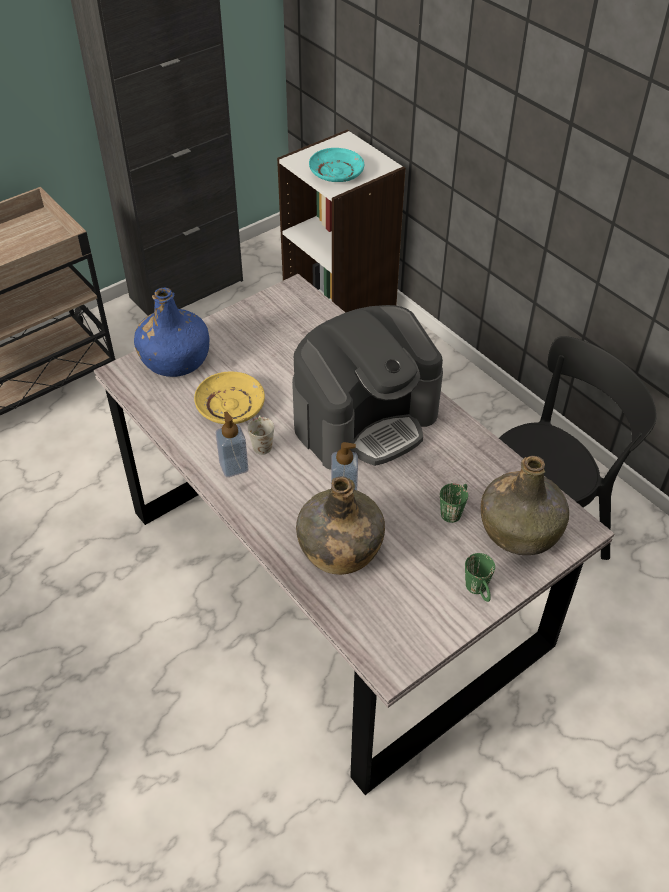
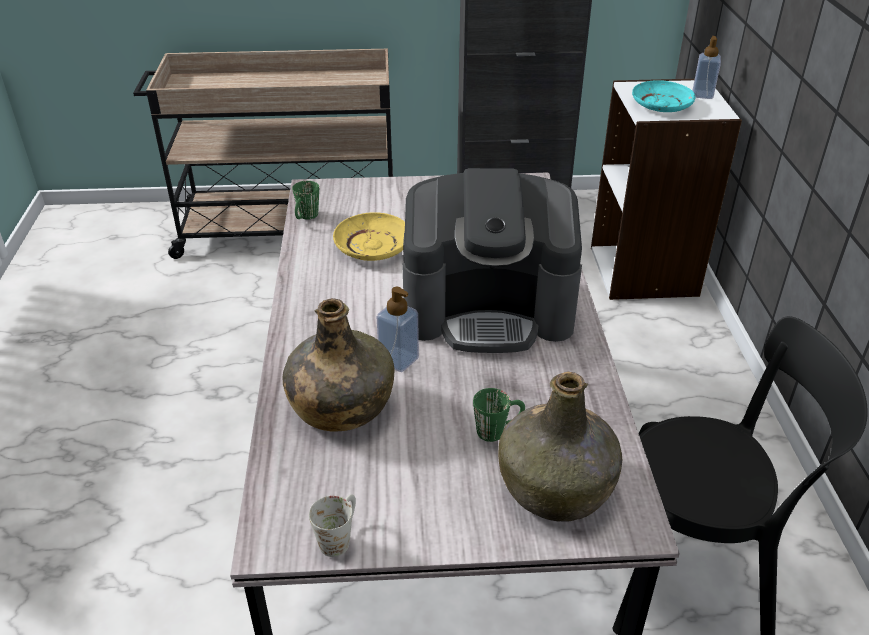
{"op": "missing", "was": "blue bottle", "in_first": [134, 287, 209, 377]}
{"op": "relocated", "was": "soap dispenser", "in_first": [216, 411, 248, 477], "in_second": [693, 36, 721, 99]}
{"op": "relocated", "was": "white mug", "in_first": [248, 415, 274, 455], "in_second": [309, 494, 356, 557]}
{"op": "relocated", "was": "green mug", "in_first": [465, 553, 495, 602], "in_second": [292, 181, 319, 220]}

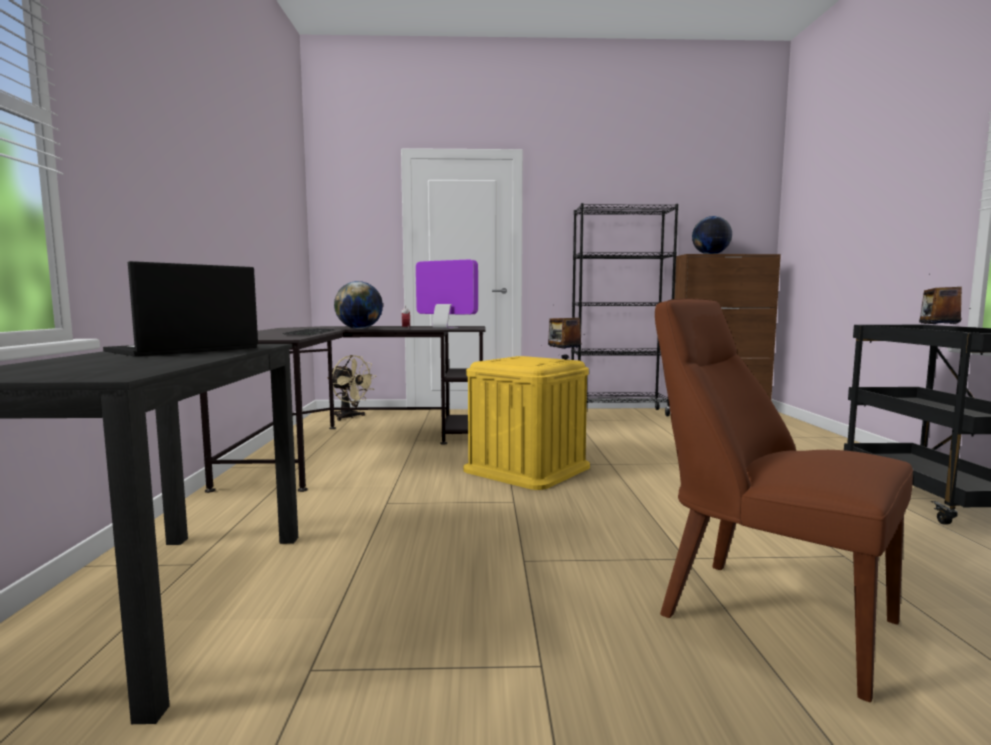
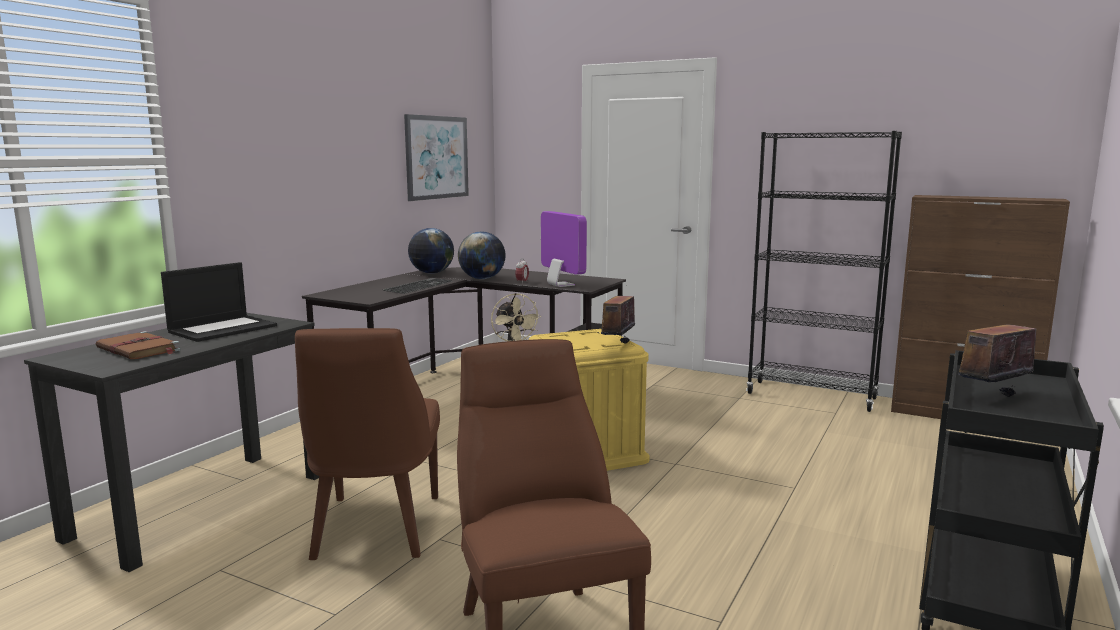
{"op": "appeared", "now": "brown book", "in_second": [96, 331, 180, 359]}
{"op": "appeared", "now": "brown chair", "in_second": [295, 328, 440, 560]}
{"op": "appeared", "now": "picture", "in_second": [404, 114, 469, 201]}
{"op": "relocated", "was": "globe", "in_first": [692, 216, 732, 254], "in_second": [408, 228, 454, 274]}
{"op": "spun", "was": "laptop", "in_first": [103, 261, 258, 357], "in_second": [161, 262, 277, 342], "clockwise": 150}

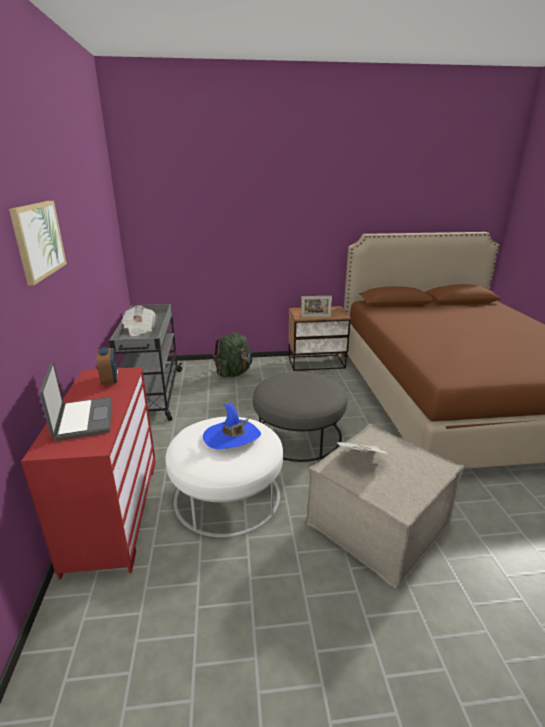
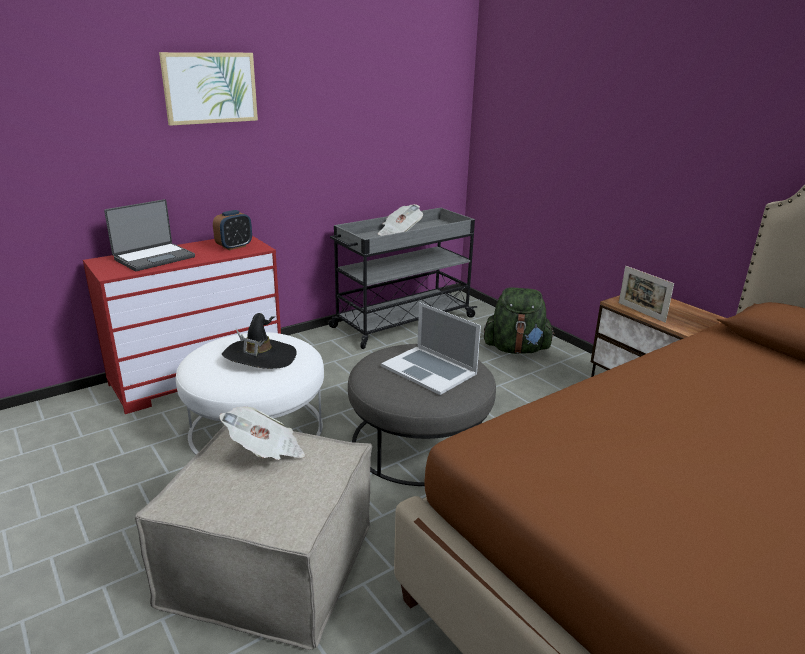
{"op": "appeared", "now": "laptop", "in_second": [381, 302, 481, 395]}
{"op": "colour", "was": "blue hat", "now": "black hat", "in_first": [203, 403, 261, 449], "in_second": [222, 313, 297, 369]}

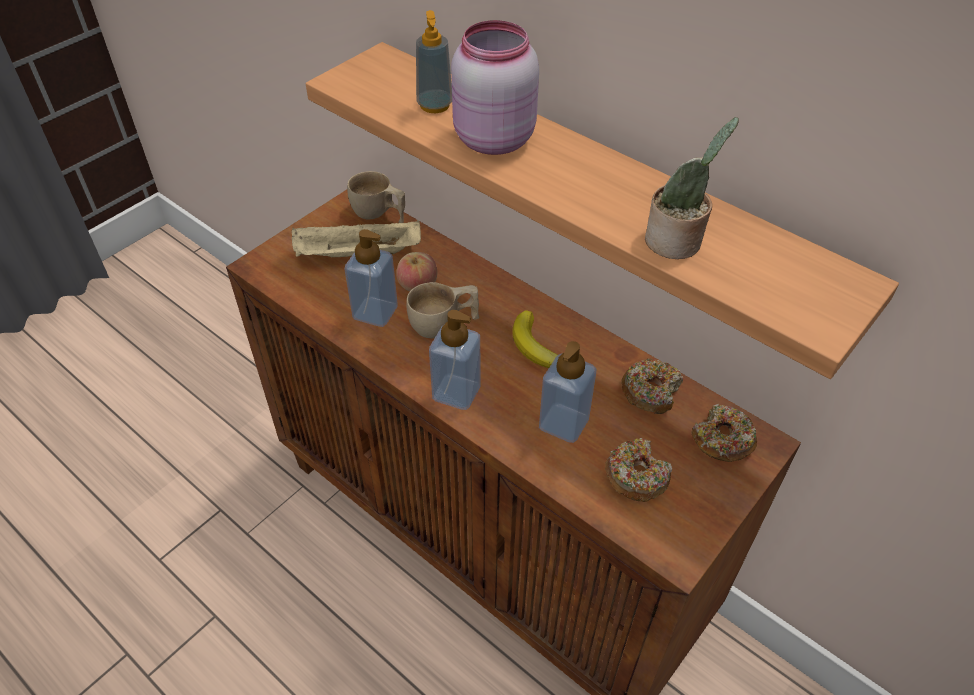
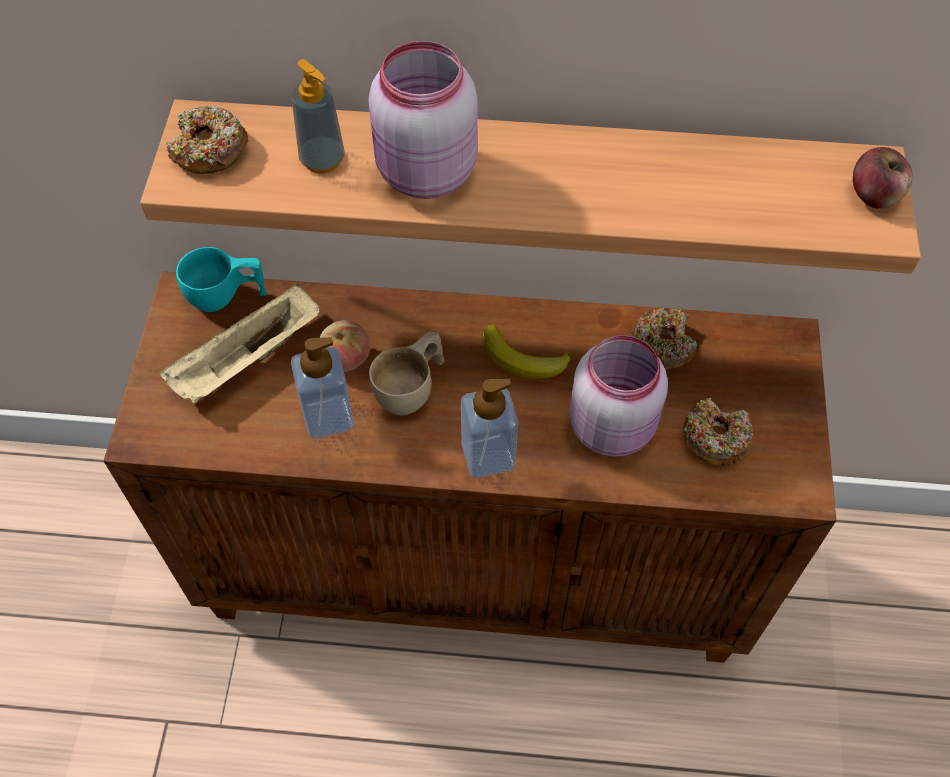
{"op": "missing", "was": "potted plant", "in_first": [645, 117, 739, 259]}
{"op": "appeared", "now": "apple", "in_second": [853, 147, 913, 209]}
{"op": "relocated", "was": "donut", "in_first": [691, 404, 757, 462], "in_second": [166, 106, 249, 174]}
{"op": "exchanged", "was": "soap dispenser", "now": "pink jar", "in_first": [539, 341, 596, 443], "in_second": [569, 335, 668, 457]}
{"op": "colour", "was": "beige cup", "now": "turquoise cup", "in_first": [347, 171, 405, 223], "in_second": [176, 247, 267, 312]}

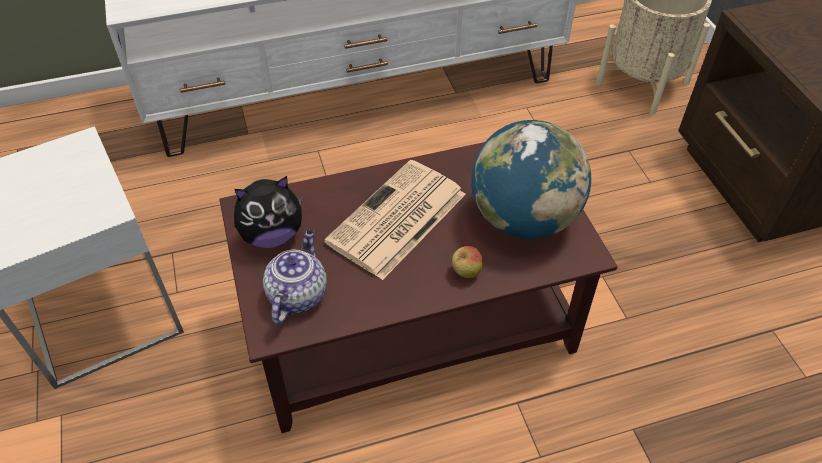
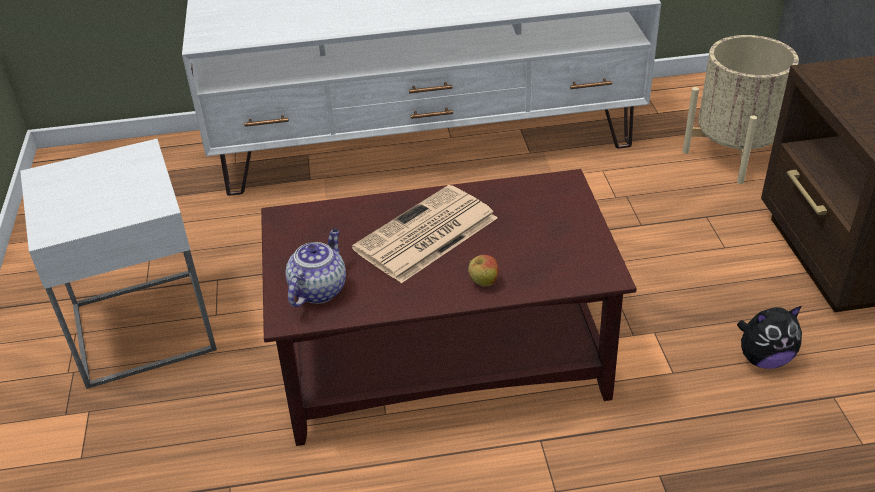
{"op": "missing", "was": "globe", "in_first": [471, 120, 591, 239]}
{"op": "relocated", "was": "plush toy", "in_first": [234, 176, 302, 248], "in_second": [737, 306, 802, 369]}

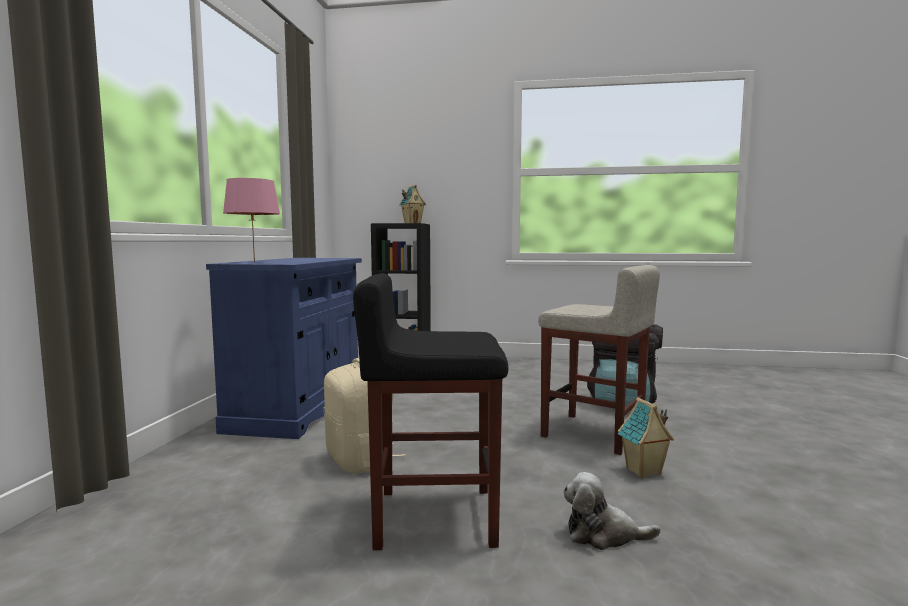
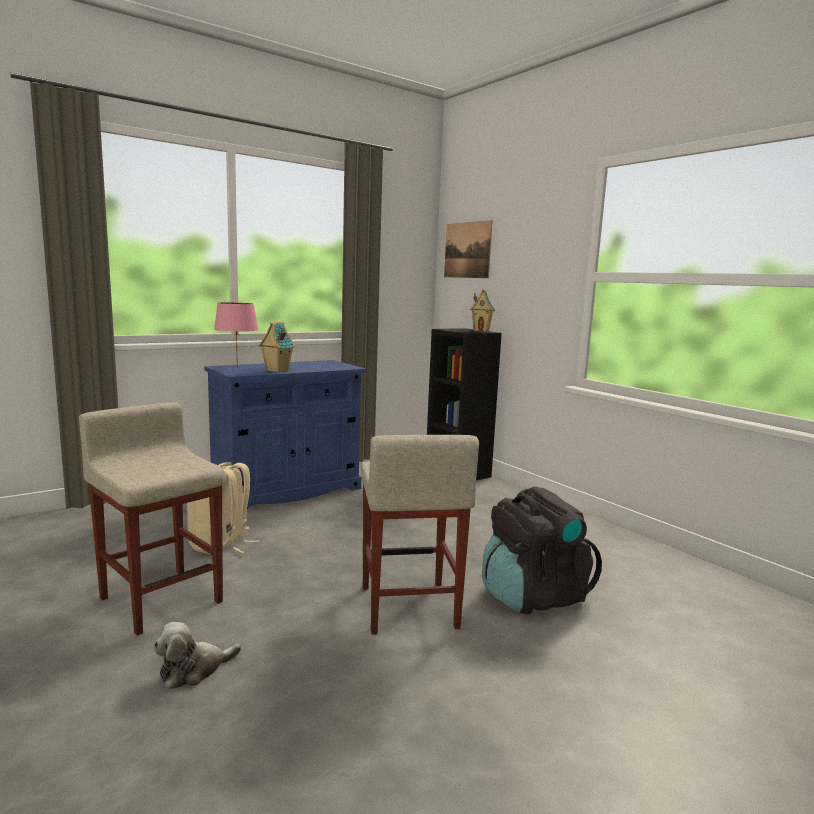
{"op": "appeared", "now": "picture", "in_second": [444, 220, 493, 278]}
{"op": "relocated", "was": "toy house", "in_first": [618, 397, 674, 478], "in_second": [259, 322, 295, 372]}
{"op": "colour", "was": "black stool", "now": "beige stool", "in_first": [353, 273, 508, 550], "in_second": [79, 402, 225, 636]}
{"op": "spun", "was": "plush toy", "in_first": [563, 472, 661, 550], "in_second": [153, 622, 241, 689], "clockwise": -90}

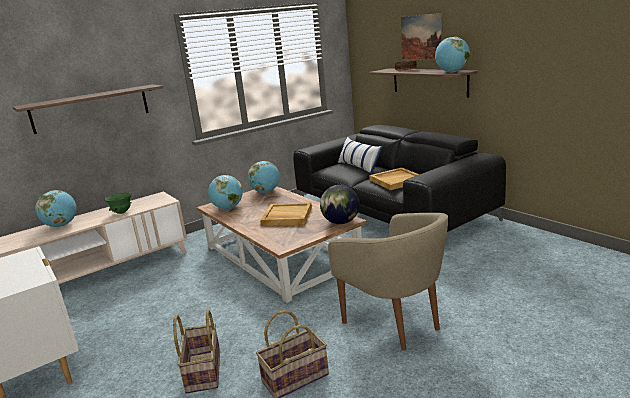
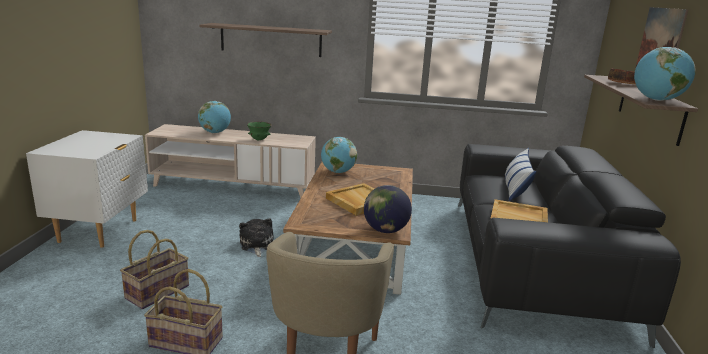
{"op": "missing", "was": "globe", "in_first": [248, 161, 280, 193]}
{"op": "appeared", "now": "plush toy", "in_second": [239, 218, 274, 257]}

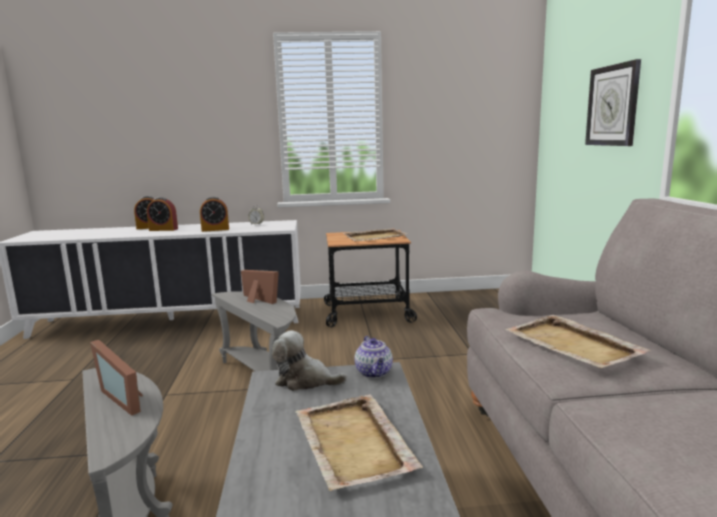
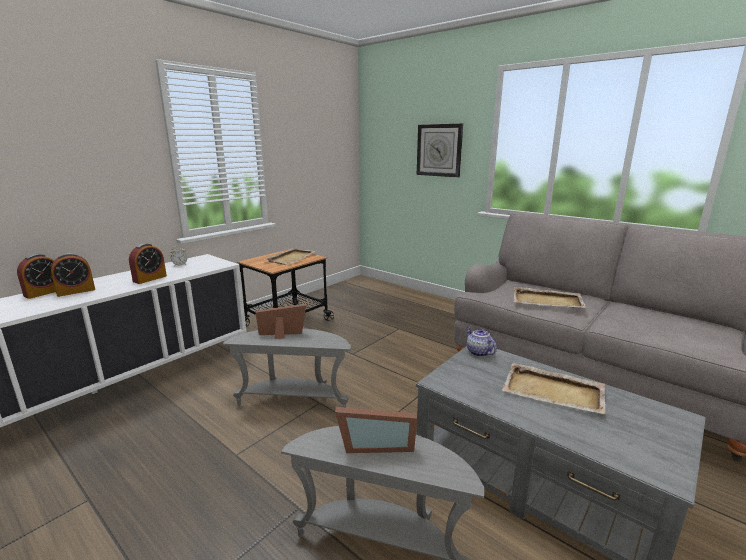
{"op": "missing", "was": "plush toy", "in_first": [272, 331, 347, 391]}
{"op": "spun", "was": "teapot", "in_first": [355, 336, 393, 378], "in_second": [466, 327, 497, 357], "clockwise": -150}

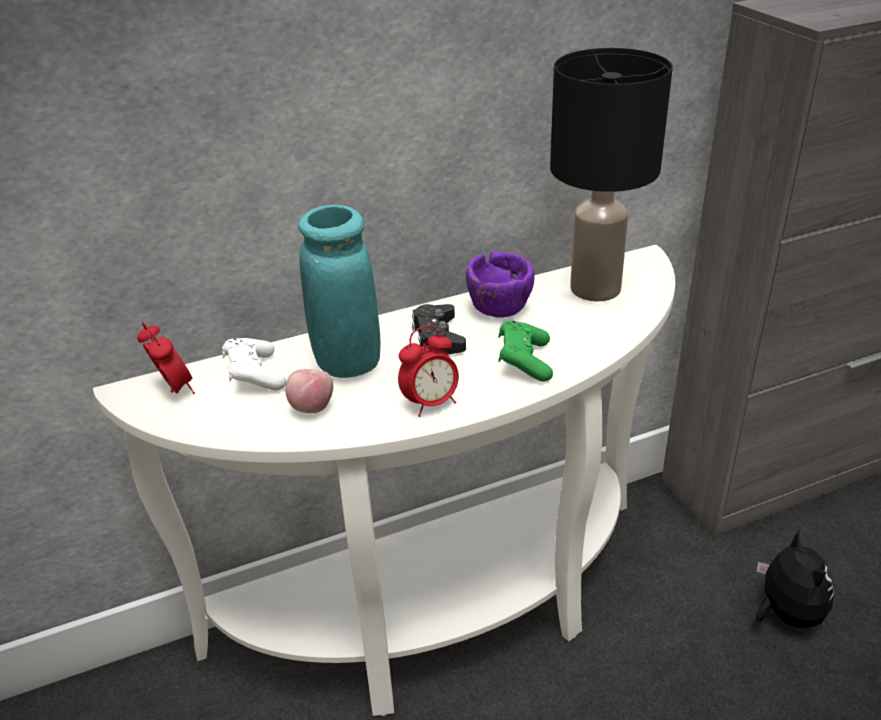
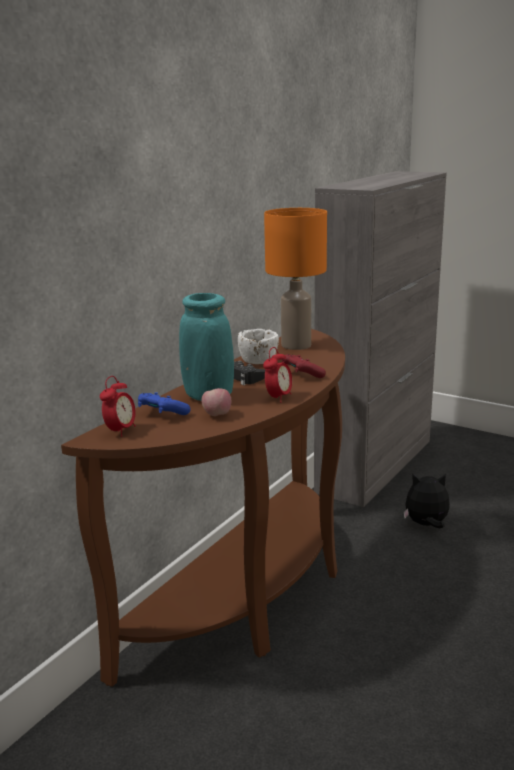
{"op": "colour", "was": "white console table", "now": "brown console table", "in_first": [93, 245, 675, 716], "in_second": [61, 329, 345, 687]}
{"op": "colour", "was": "white game controller", "now": "blue game controller", "in_first": [222, 338, 286, 391], "in_second": [138, 392, 190, 415]}
{"op": "colour", "was": "purple bowl", "now": "white bowl", "in_first": [466, 252, 535, 318], "in_second": [238, 329, 279, 364]}
{"op": "colour", "was": "green game controller", "now": "red game controller", "in_first": [498, 321, 553, 382], "in_second": [282, 354, 326, 378]}
{"op": "colour", "was": "black table lamp", "now": "orange table lamp", "in_first": [550, 48, 673, 301], "in_second": [264, 208, 327, 350]}
{"op": "spun", "was": "alarm clock", "in_first": [137, 322, 195, 394], "in_second": [100, 376, 136, 437], "clockwise": 90}
{"op": "spun", "was": "plush toy", "in_first": [755, 531, 834, 628], "in_second": [403, 474, 450, 529], "clockwise": -45}

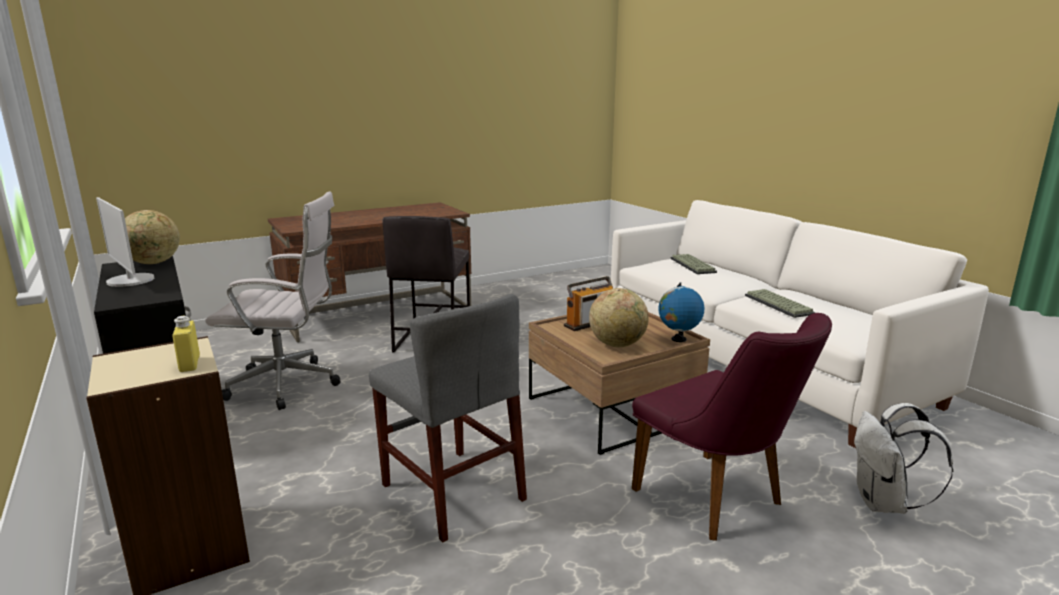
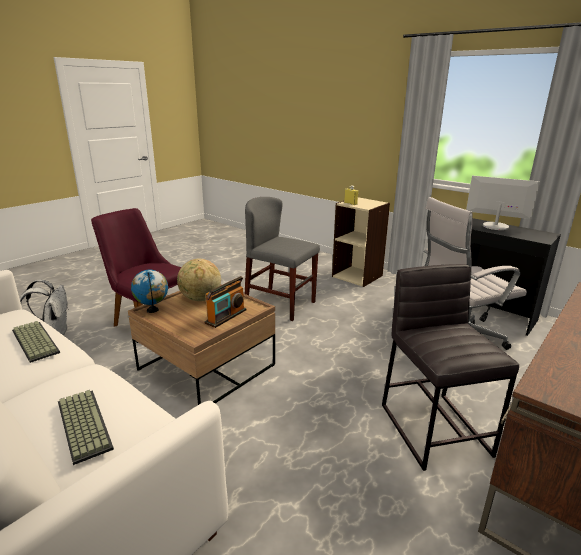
{"op": "missing", "was": "globe", "in_first": [125, 210, 180, 264]}

